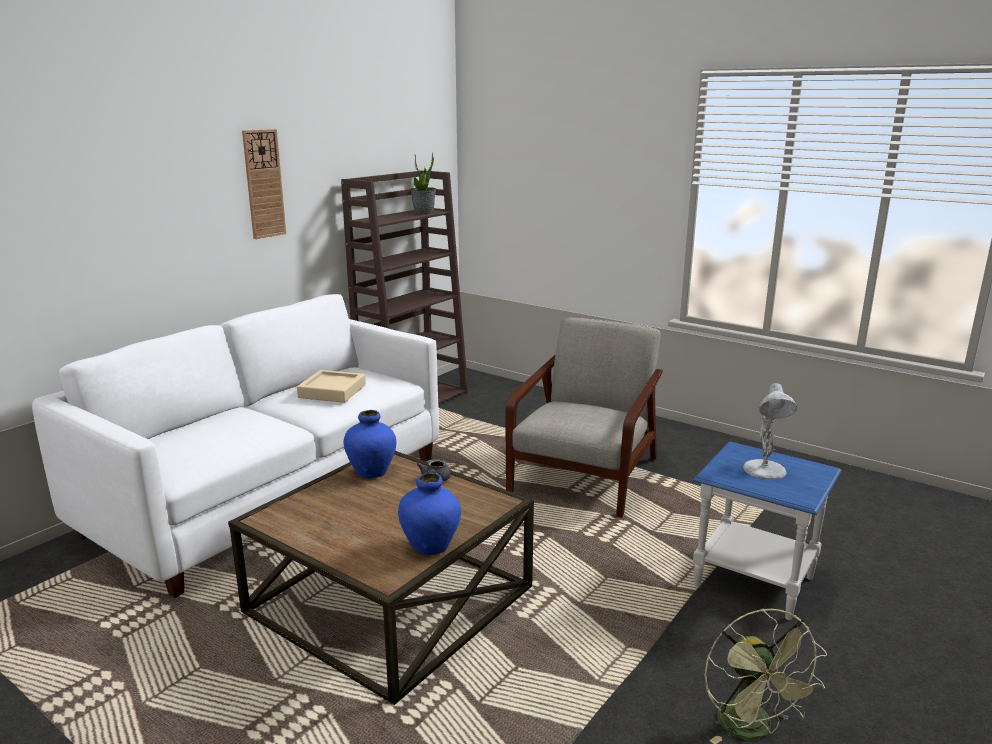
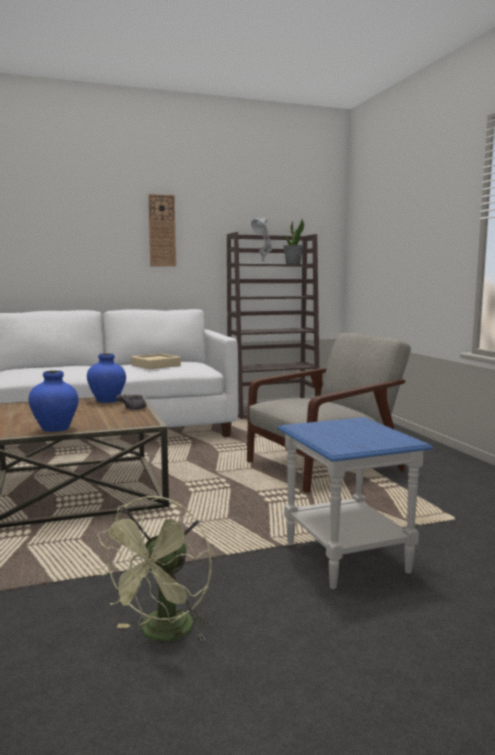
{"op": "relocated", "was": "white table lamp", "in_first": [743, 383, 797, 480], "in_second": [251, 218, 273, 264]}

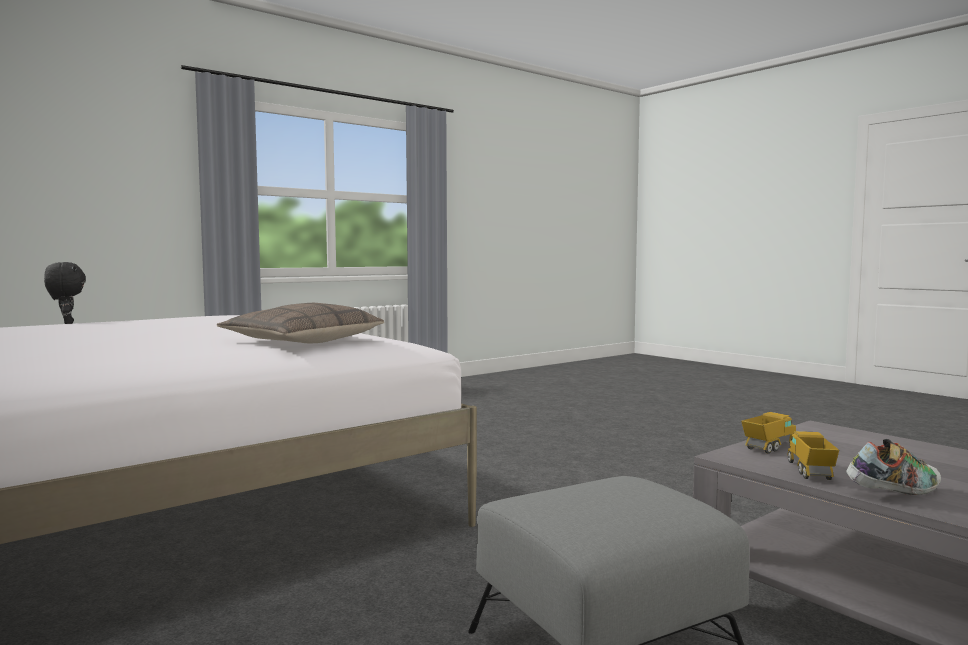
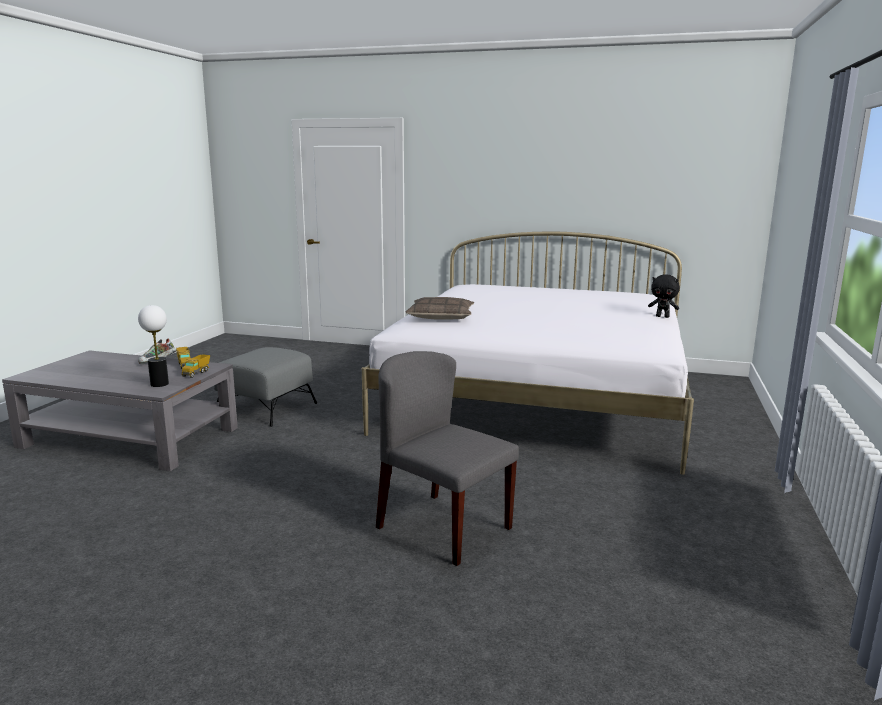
{"op": "appeared", "now": "table lamp", "in_second": [138, 305, 169, 387]}
{"op": "appeared", "now": "grey chair", "in_second": [376, 351, 519, 566]}

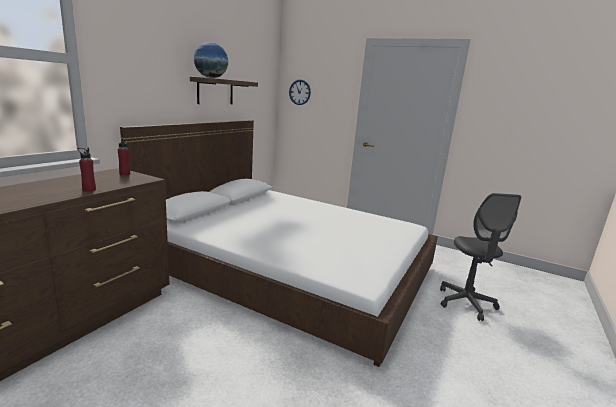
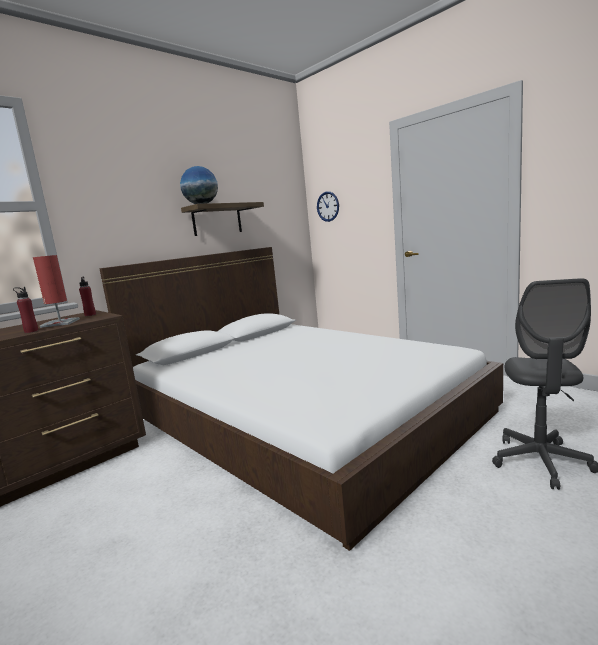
{"op": "appeared", "now": "red table lamp", "in_second": [33, 255, 80, 328]}

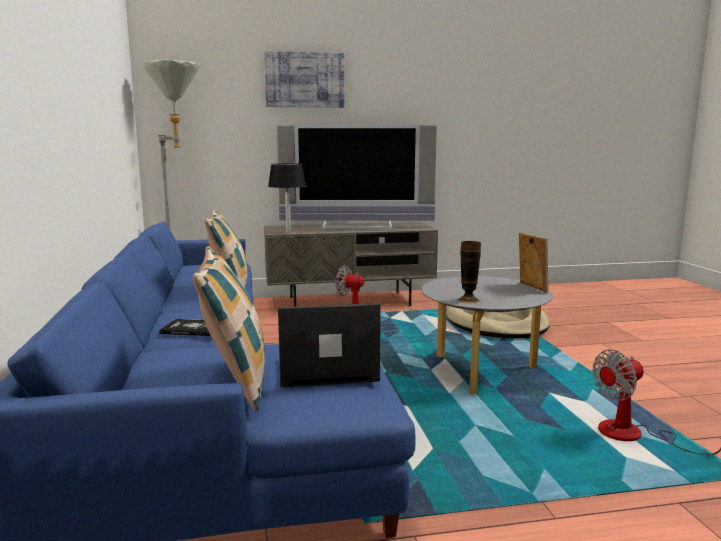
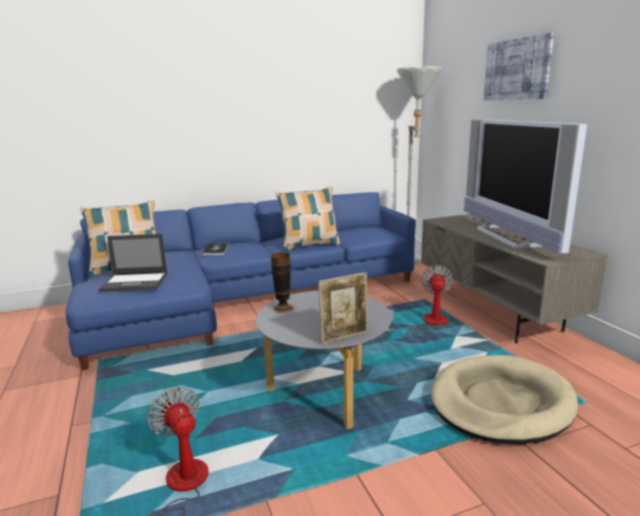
{"op": "missing", "was": "black table lamp", "in_first": [268, 163, 306, 233]}
{"op": "spun", "was": "laptop", "in_first": [278, 303, 381, 388], "in_second": [99, 234, 167, 292], "clockwise": 105}

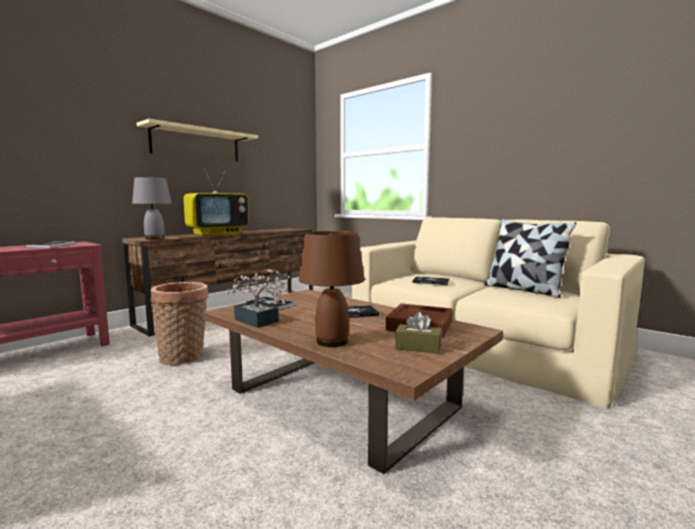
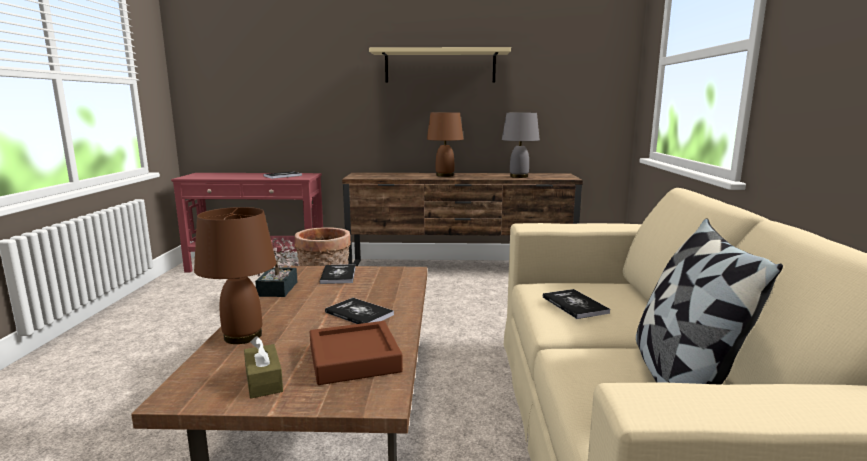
{"op": "relocated", "was": "grey table lamp", "in_first": [132, 177, 172, 240], "in_second": [502, 113, 540, 178]}
{"op": "exchanged", "was": "television", "now": "brown table lamp", "in_first": [183, 168, 249, 236], "in_second": [427, 112, 463, 177]}

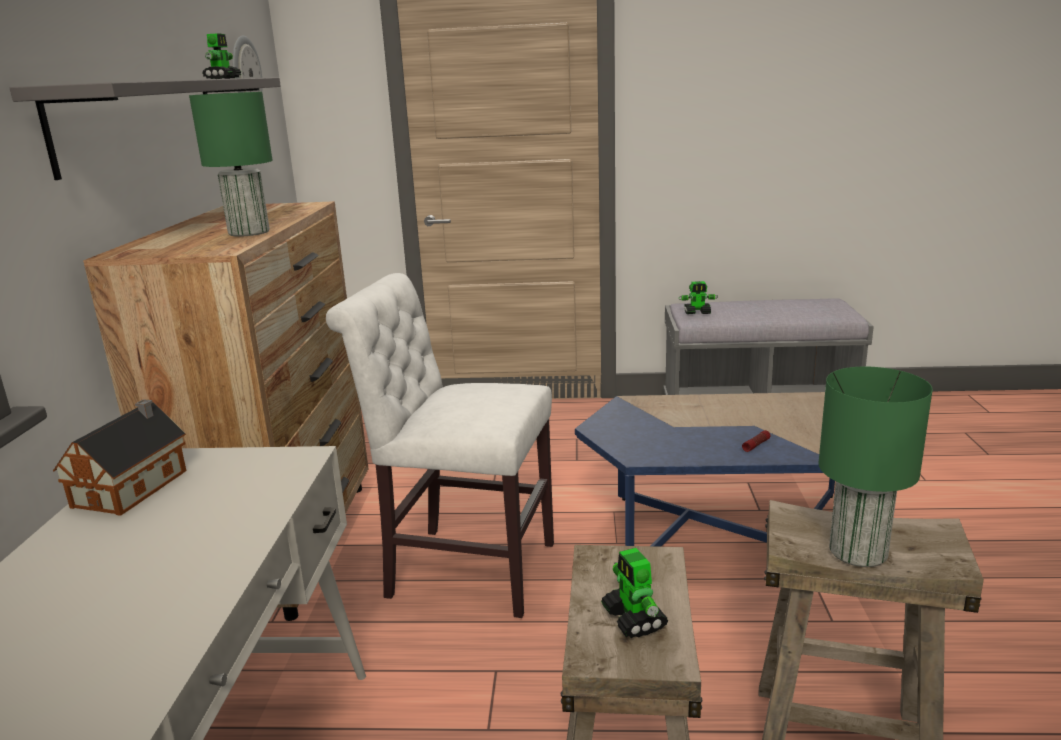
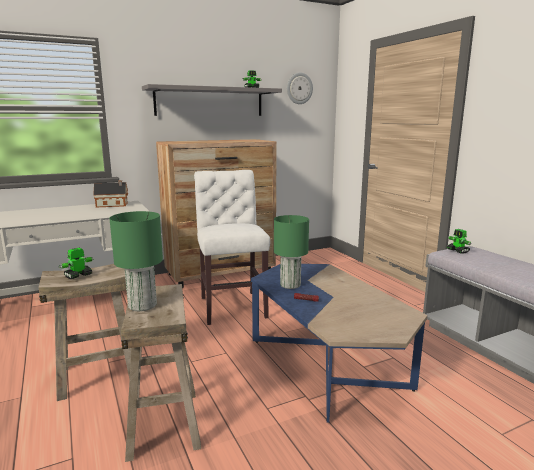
{"op": "relocated", "was": "green table lamp", "in_first": [189, 92, 273, 237], "in_second": [274, 215, 309, 289]}

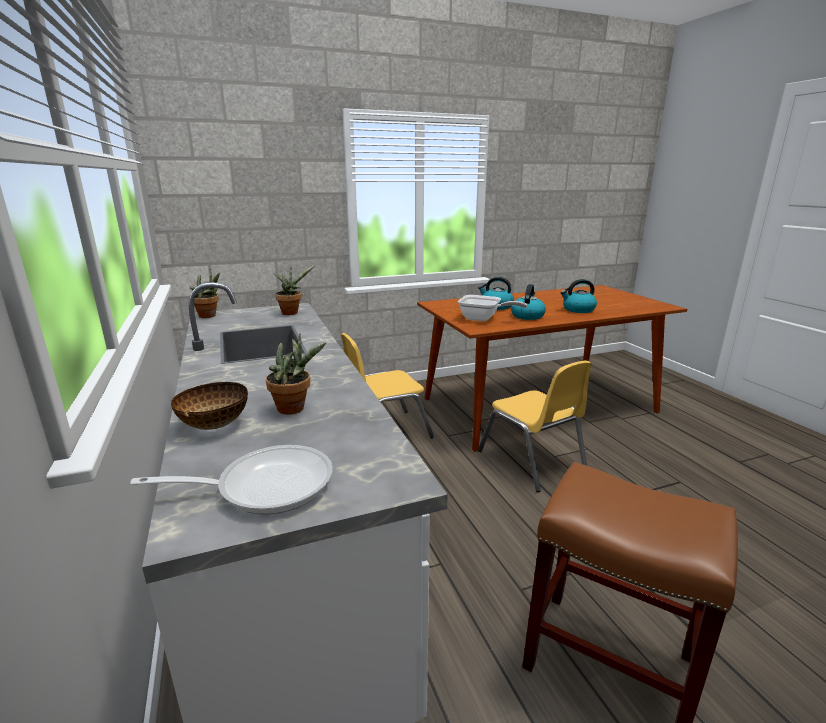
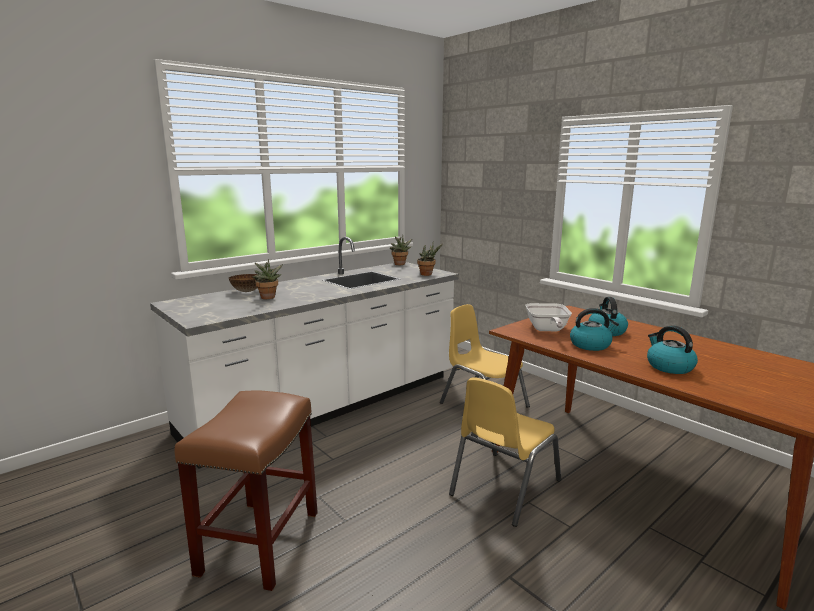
{"op": "missing", "was": "frying pan", "in_first": [130, 445, 333, 515]}

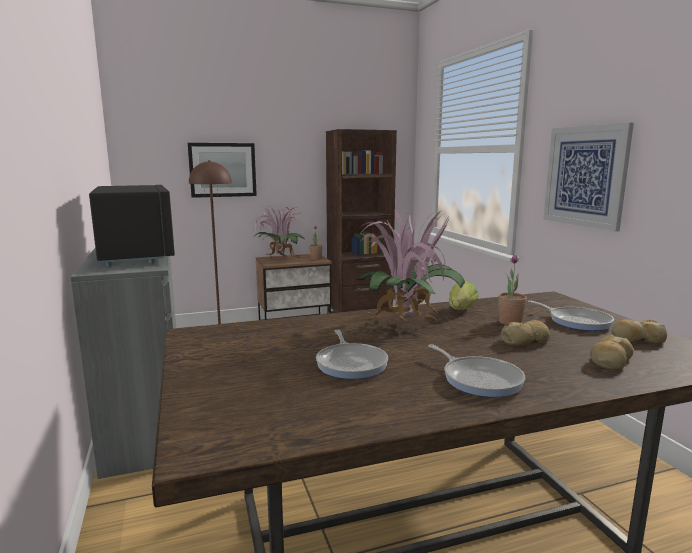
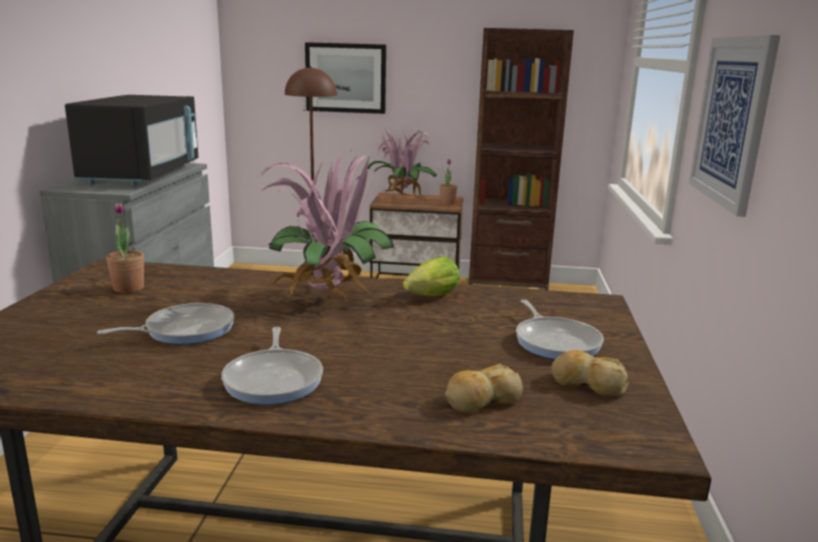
{"op": "missing", "was": "bread", "in_first": [501, 320, 550, 346]}
{"op": "relocated", "was": "potted plant", "in_first": [498, 255, 527, 325], "in_second": [106, 202, 144, 293]}
{"op": "spun", "was": "frying pan", "in_first": [316, 329, 388, 379], "in_second": [97, 303, 234, 345], "clockwise": -135}

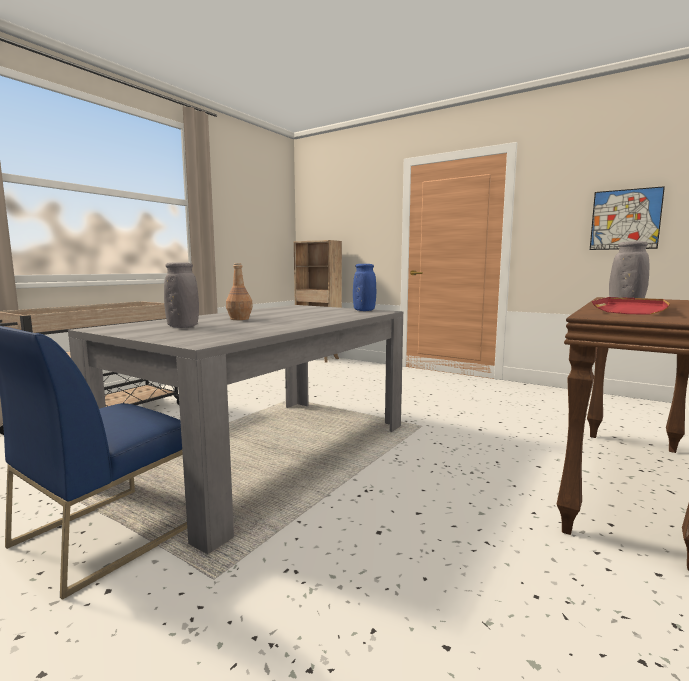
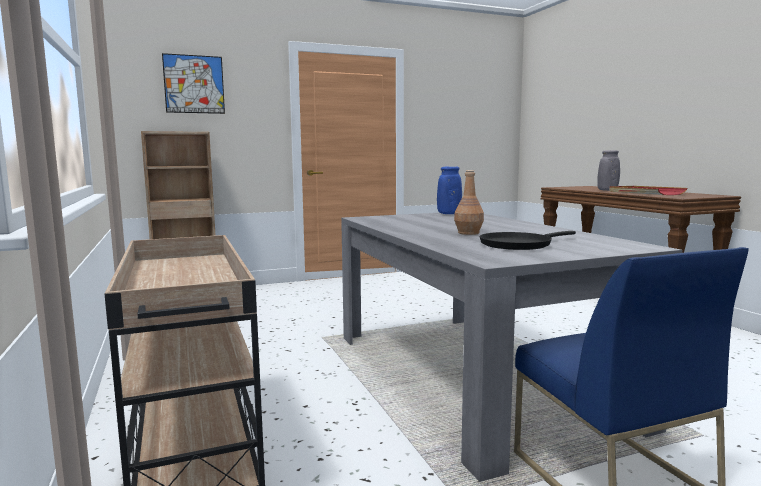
{"op": "relocated", "was": "picture", "in_first": [590, 186, 665, 250], "in_second": [162, 53, 225, 114]}
{"op": "exchanged", "was": "grey vase", "now": "black frying pan", "in_first": [164, 262, 199, 328], "in_second": [479, 231, 576, 250]}

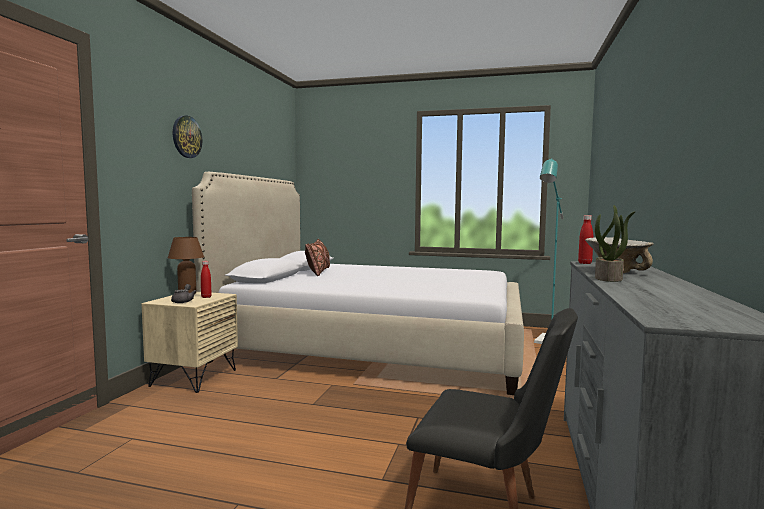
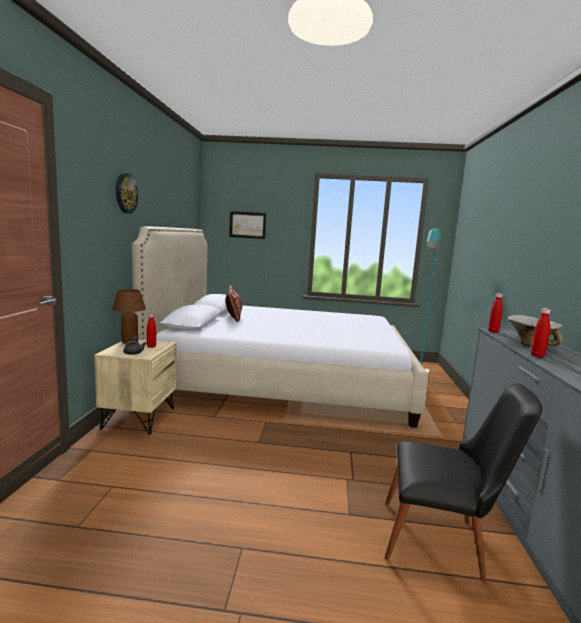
{"op": "appeared", "now": "picture", "in_second": [229, 211, 266, 239]}
{"op": "exchanged", "was": "potted plant", "now": "red bottle", "in_first": [595, 205, 636, 282], "in_second": [531, 308, 551, 358]}

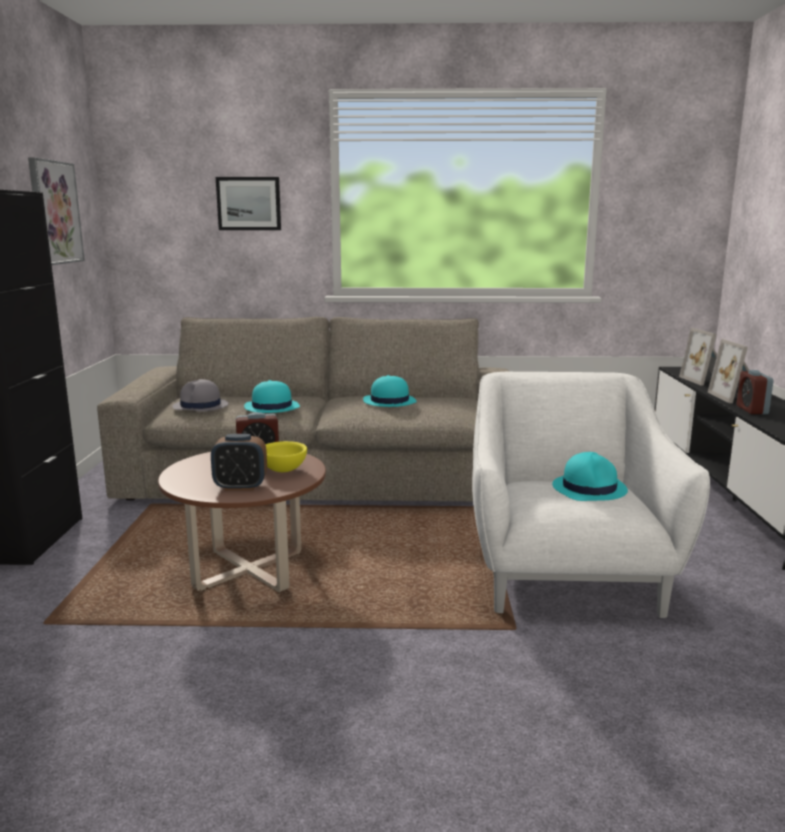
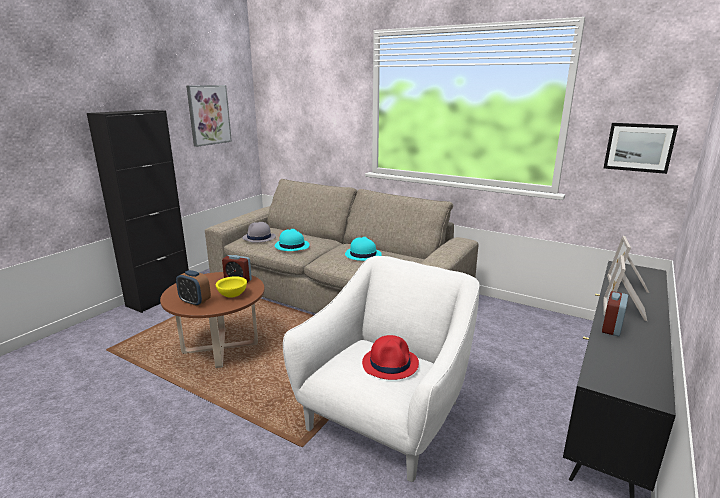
{"op": "relocated", "was": "picture", "in_first": [216, 177, 281, 230], "in_second": [604, 123, 678, 174]}
{"op": "colour", "was": "turquoise hat", "now": "red hat", "in_first": [552, 452, 628, 501], "in_second": [362, 335, 419, 380]}

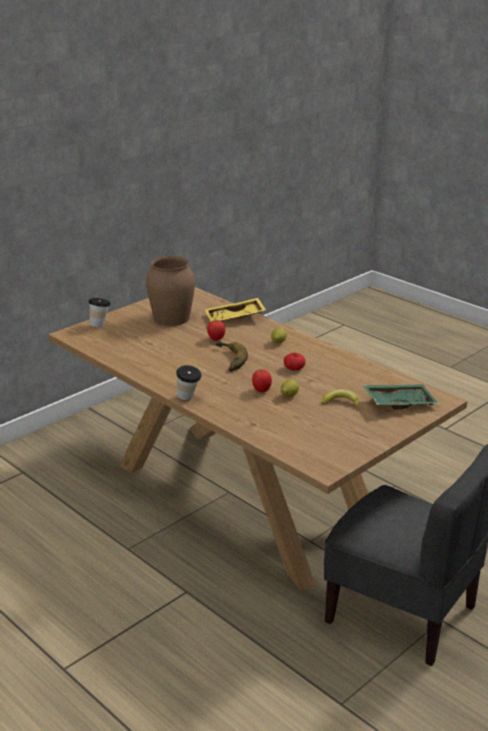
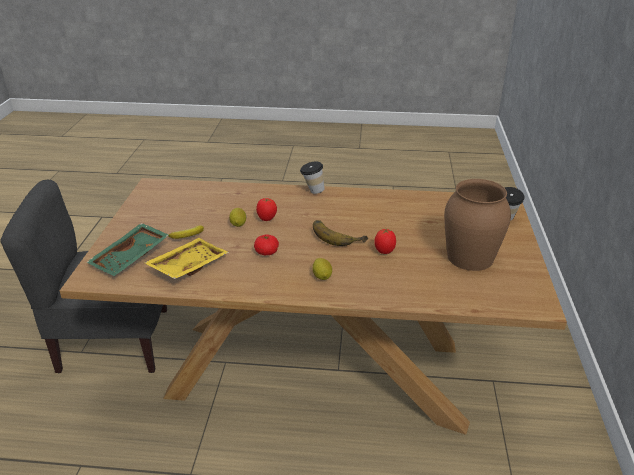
{"op": "relocated", "was": "yellow tray", "in_first": [205, 298, 266, 321], "in_second": [144, 238, 229, 279]}

